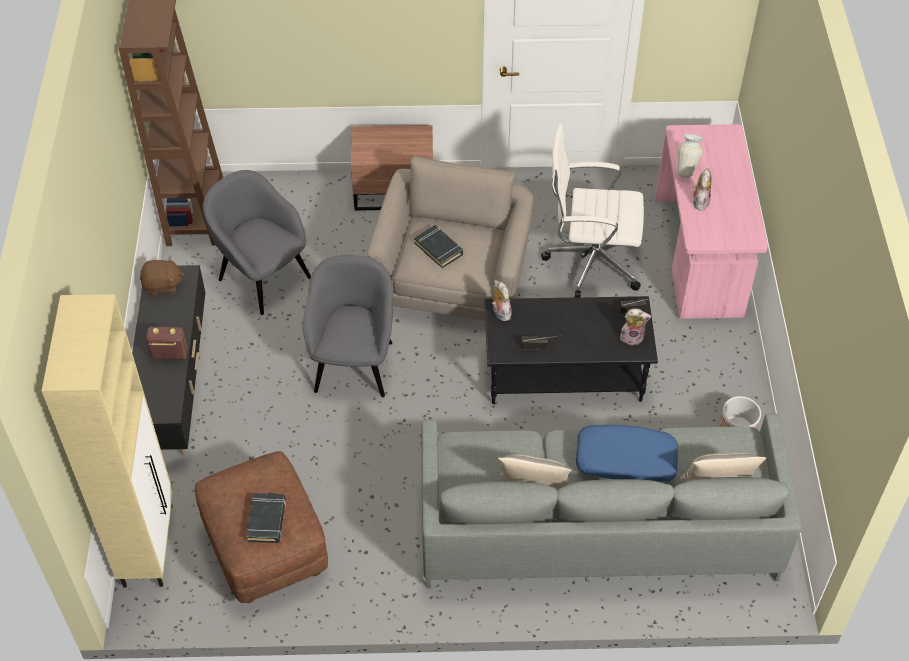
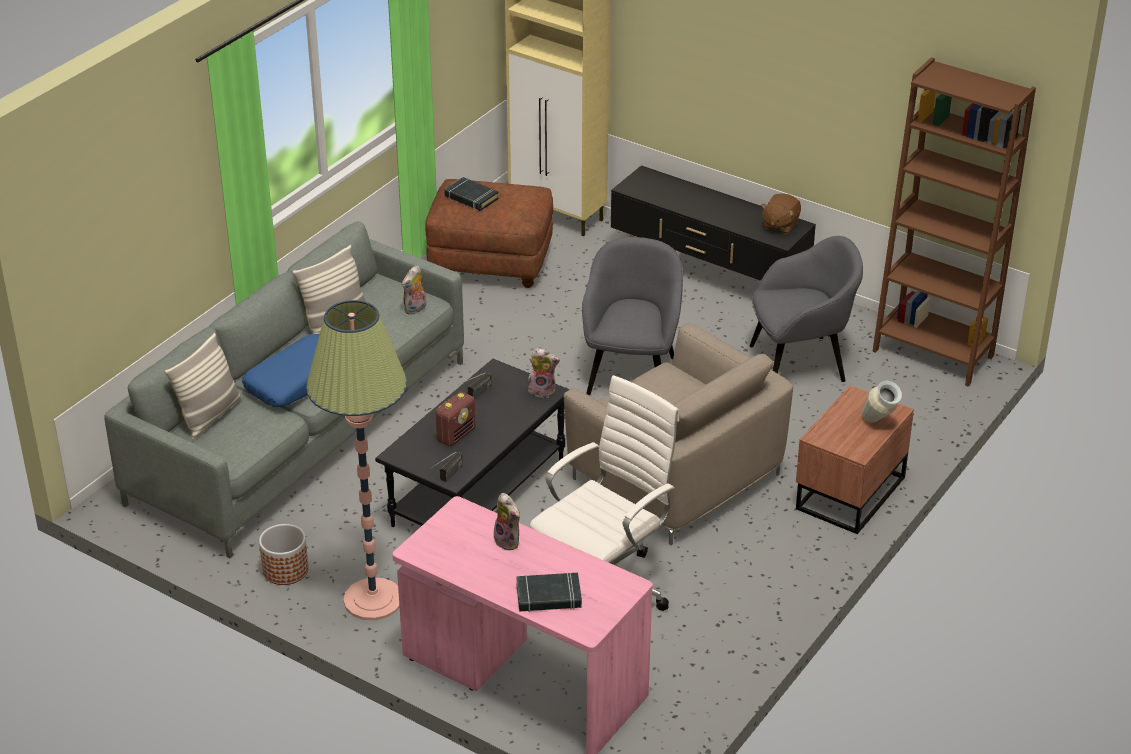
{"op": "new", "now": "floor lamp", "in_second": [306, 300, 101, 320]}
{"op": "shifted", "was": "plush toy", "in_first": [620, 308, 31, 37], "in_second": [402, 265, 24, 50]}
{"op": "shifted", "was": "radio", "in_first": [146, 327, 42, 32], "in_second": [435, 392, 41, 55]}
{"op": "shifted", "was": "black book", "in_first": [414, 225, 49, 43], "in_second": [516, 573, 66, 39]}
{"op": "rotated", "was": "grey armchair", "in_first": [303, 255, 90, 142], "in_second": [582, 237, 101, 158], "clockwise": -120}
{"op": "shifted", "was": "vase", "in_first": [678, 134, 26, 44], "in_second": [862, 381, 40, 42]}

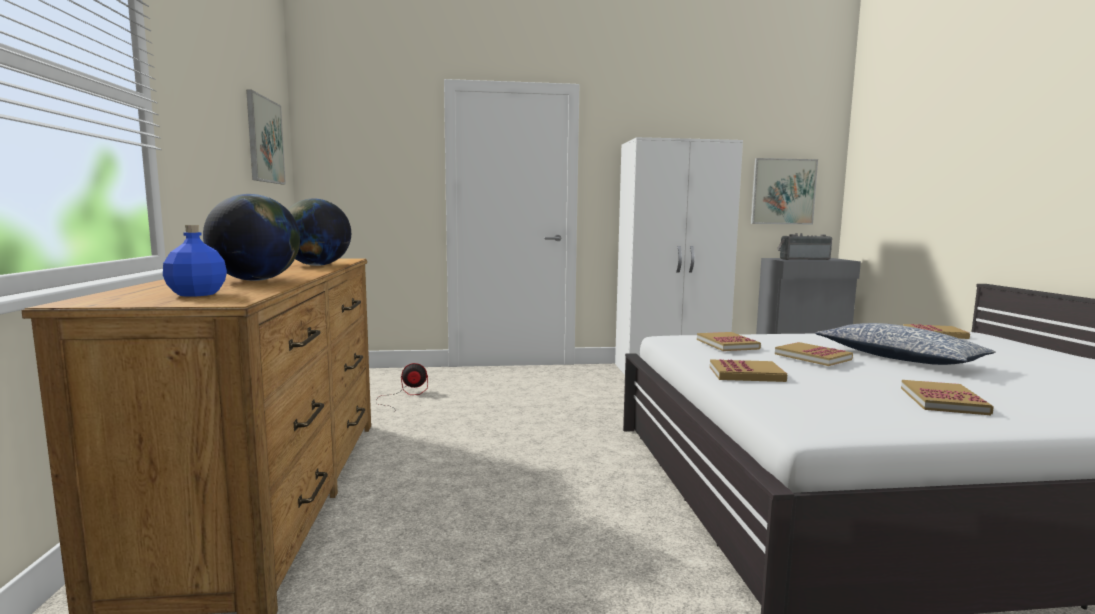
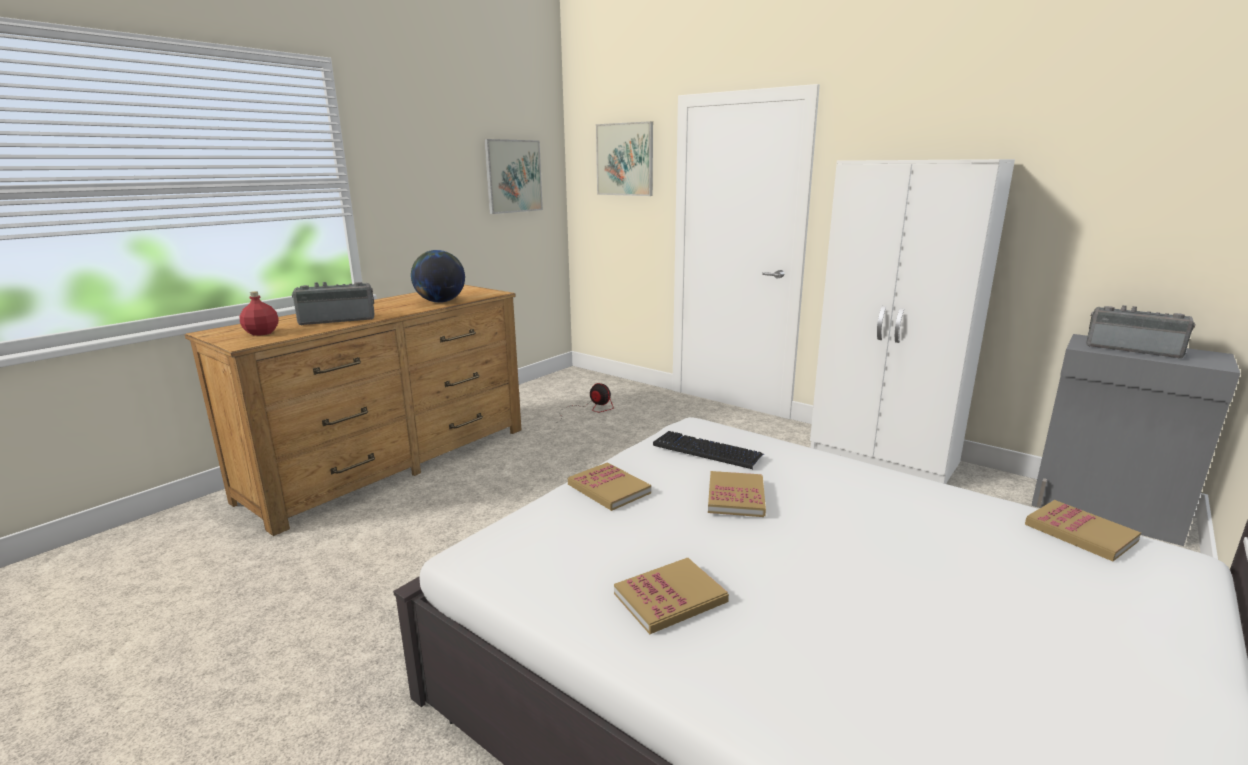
{"op": "repainted", "was": "blue bottle", "now": "red bottle", "in_first": [163, 225, 64, 72], "in_second": [239, 291, 40, 45]}
{"op": "swapped", "was": "globe", "now": "radio", "in_first": [203, 194, 97, 87], "in_second": [292, 282, 82, 43]}
{"op": "shifted", "was": "picture", "in_first": [751, 158, 67, 66], "in_second": [596, 121, 57, 75]}
{"op": "swapped", "was": "book", "now": "keyboard", "in_first": [697, 332, 64, 19], "in_second": [653, 431, 111, 38]}
{"op": "gone", "was": "pillow", "in_first": [815, 323, 180, 42]}

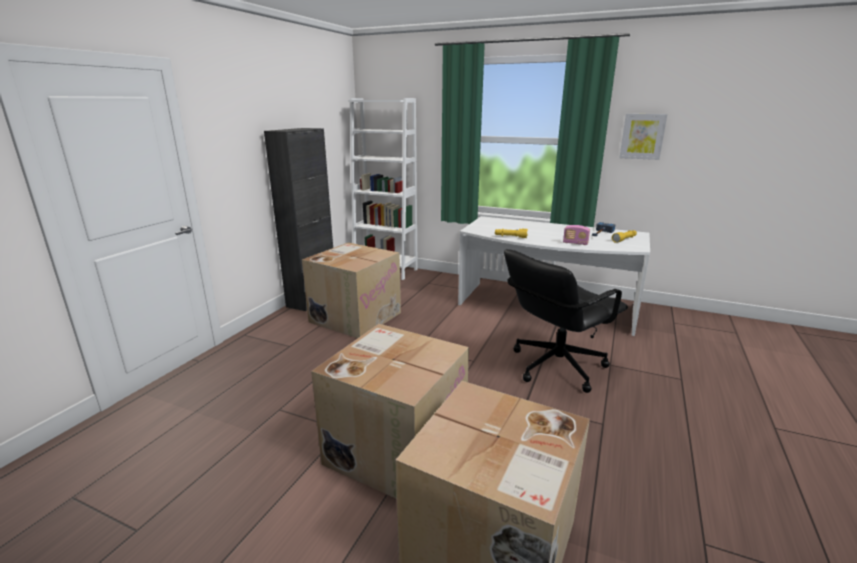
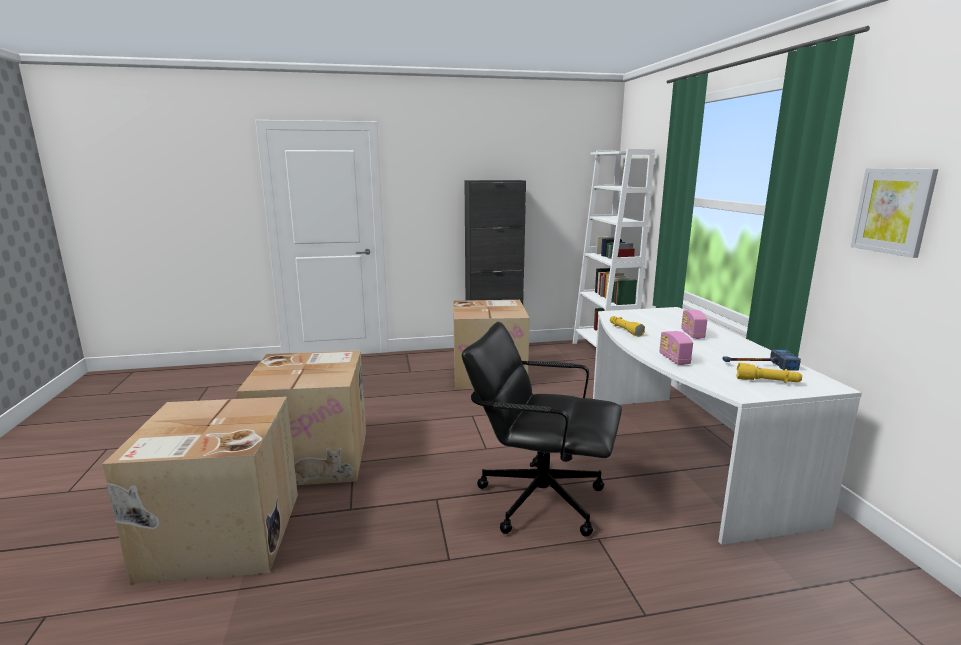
{"op": "new", "now": "radio", "in_second": [681, 310, 26, 29]}

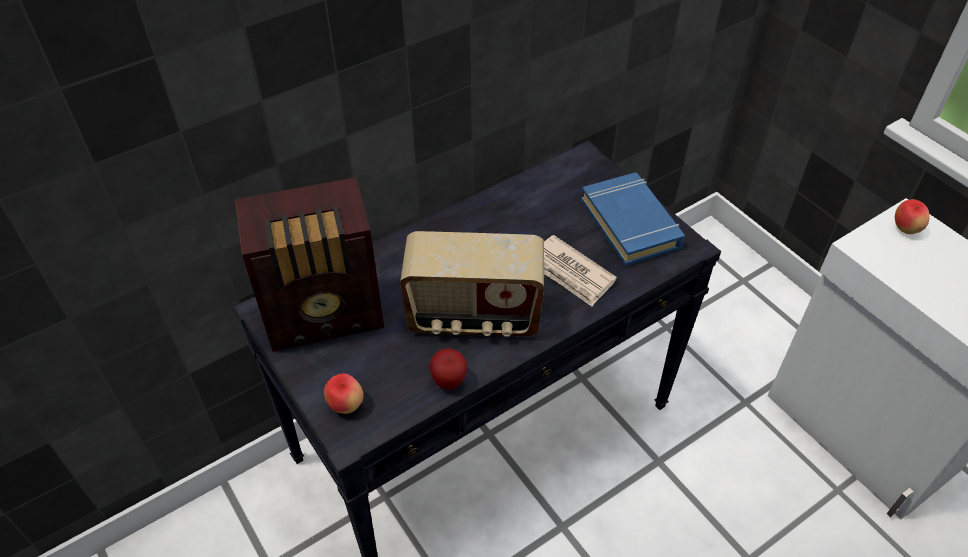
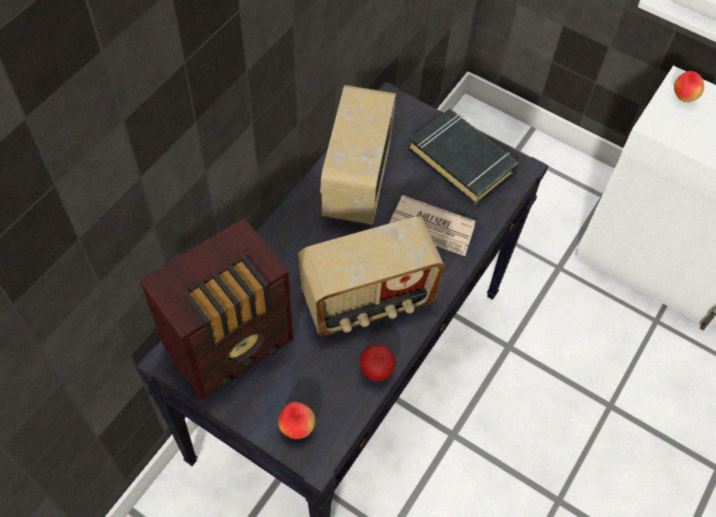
{"op": "new", "now": "radio", "in_second": [320, 85, 76, 140]}
{"op": "repainted", "was": "blue book", "now": "black book", "in_first": [581, 172, 104, 94], "in_second": [408, 109, 111, 97]}

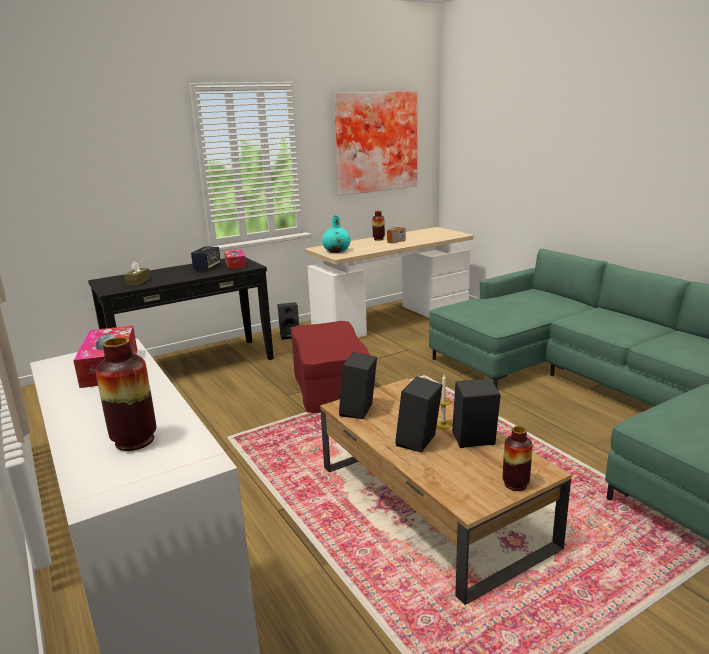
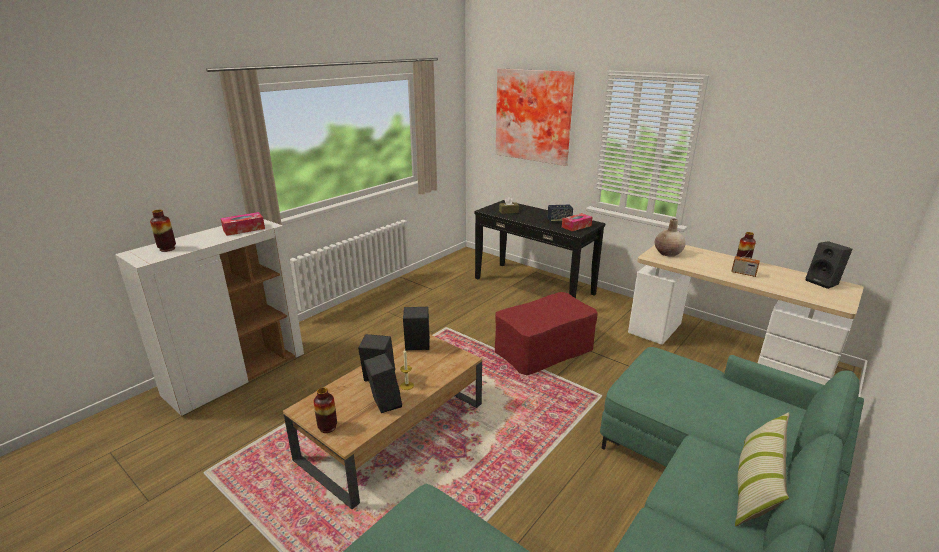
{"op": "shifted", "was": "picture", "in_first": [334, 91, 83, 105], "in_second": [496, 68, 79, 98]}
{"op": "repainted", "was": "turquoise vase", "now": "beige vase", "in_first": [322, 216, 29, 37], "in_second": [655, 219, 30, 38]}
{"op": "new", "now": "pillow", "in_second": [735, 413, 54, 113]}
{"op": "shifted", "was": "black speaker", "in_first": [277, 302, 22, 38], "in_second": [806, 241, 46, 48]}

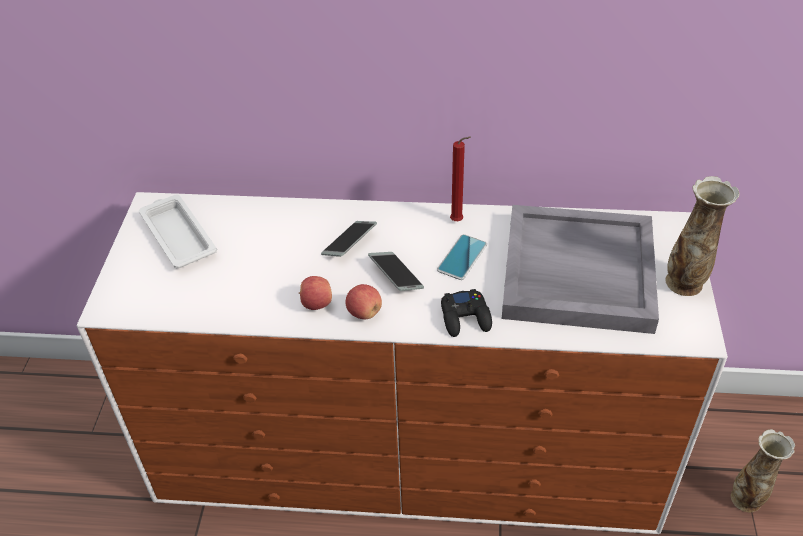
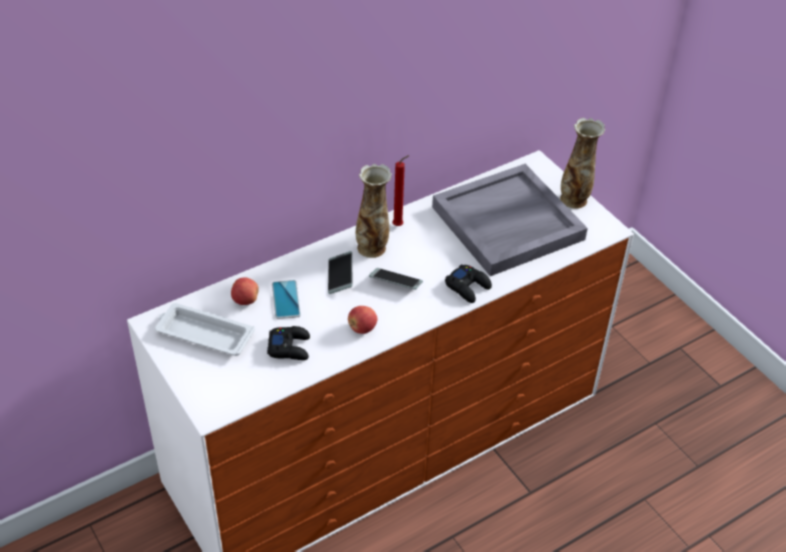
{"op": "shifted", "was": "apple", "in_first": [346, 284, 36, 35], "in_second": [231, 277, 28, 28]}
{"op": "new", "now": "black game controller", "in_second": [267, 326, 43, 34]}
{"op": "shifted", "was": "phone", "in_first": [437, 234, 50, 46], "in_second": [272, 280, 29, 39]}
{"op": "shifted", "was": "vase", "in_first": [731, 429, 64, 84], "in_second": [356, 164, 36, 94]}

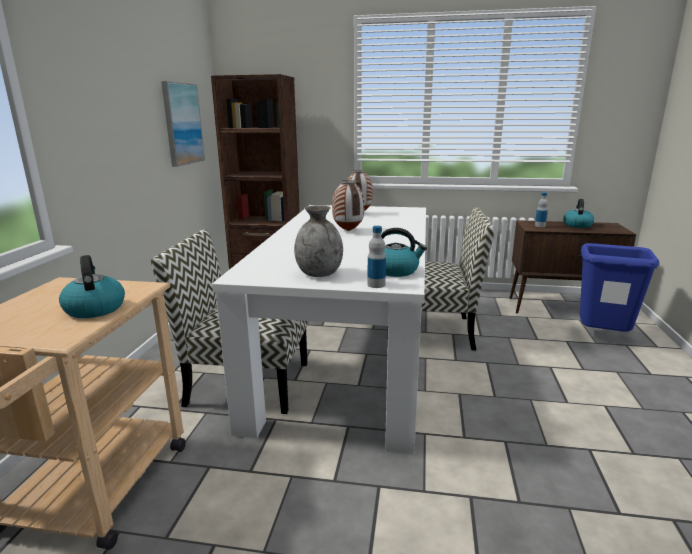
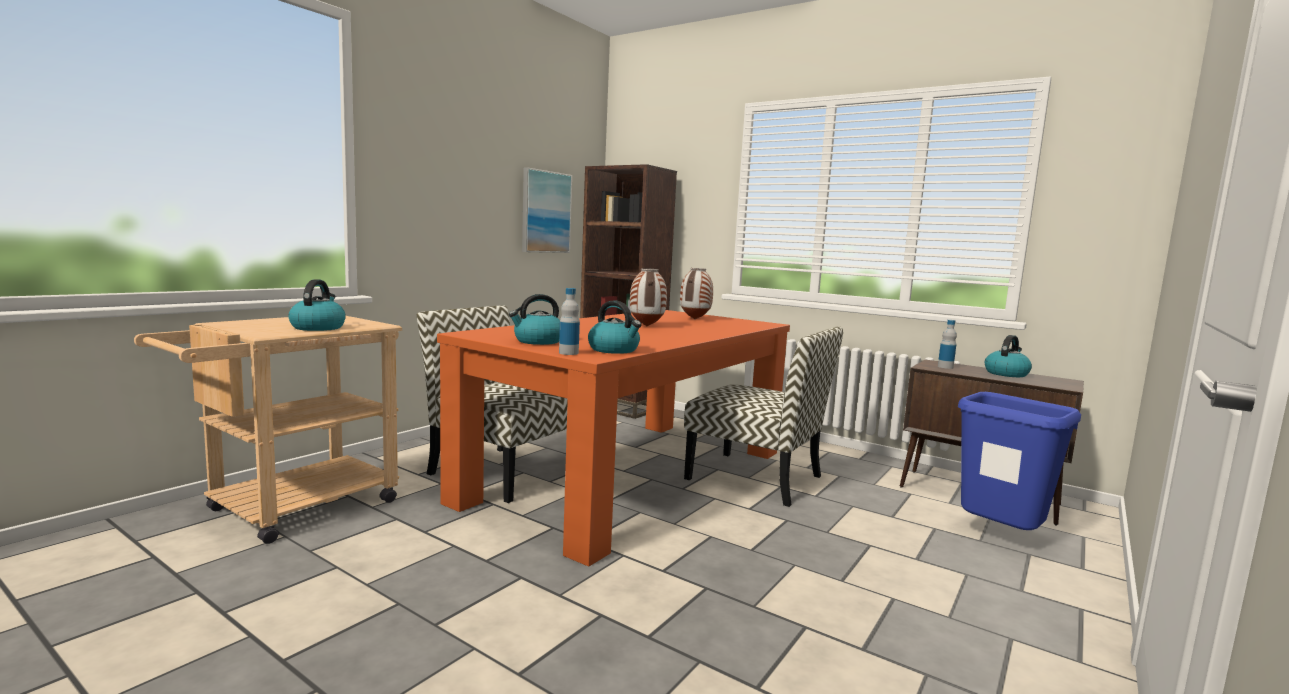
{"op": "repainted", "was": "white dining table", "now": "orange dining table", "in_first": [212, 205, 214, 250], "in_second": [437, 310, 353, 257]}
{"op": "swapped", "was": "grey vase", "now": "kettle", "in_first": [294, 205, 49, 72], "in_second": [509, 294, 51, 51]}

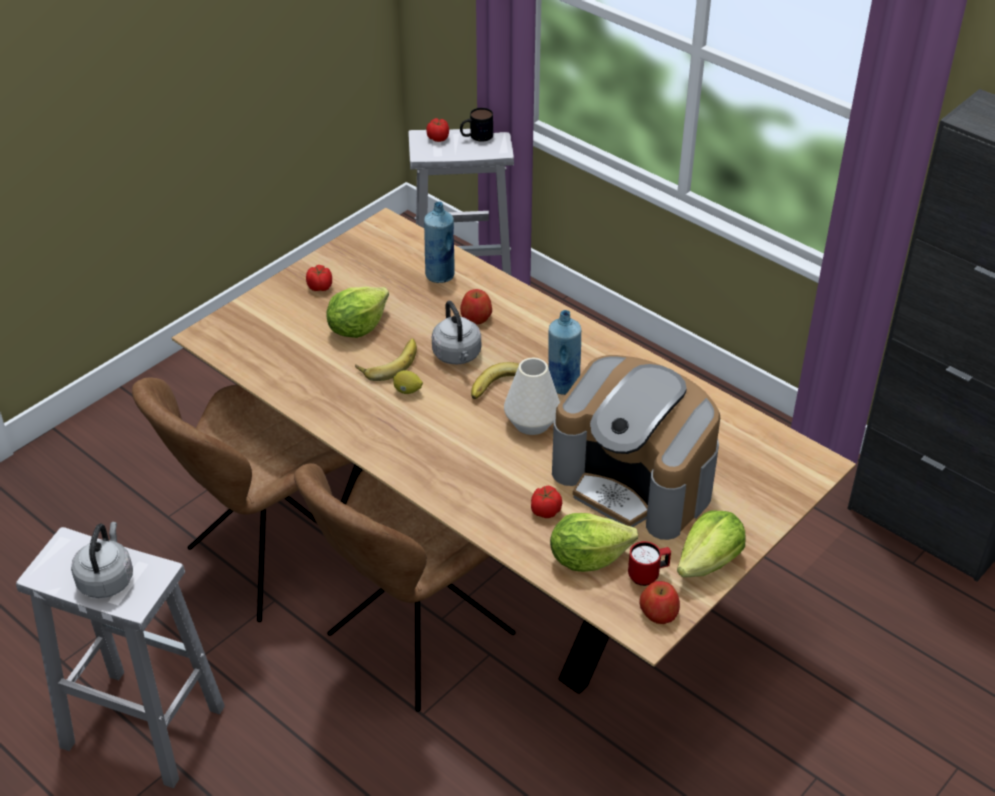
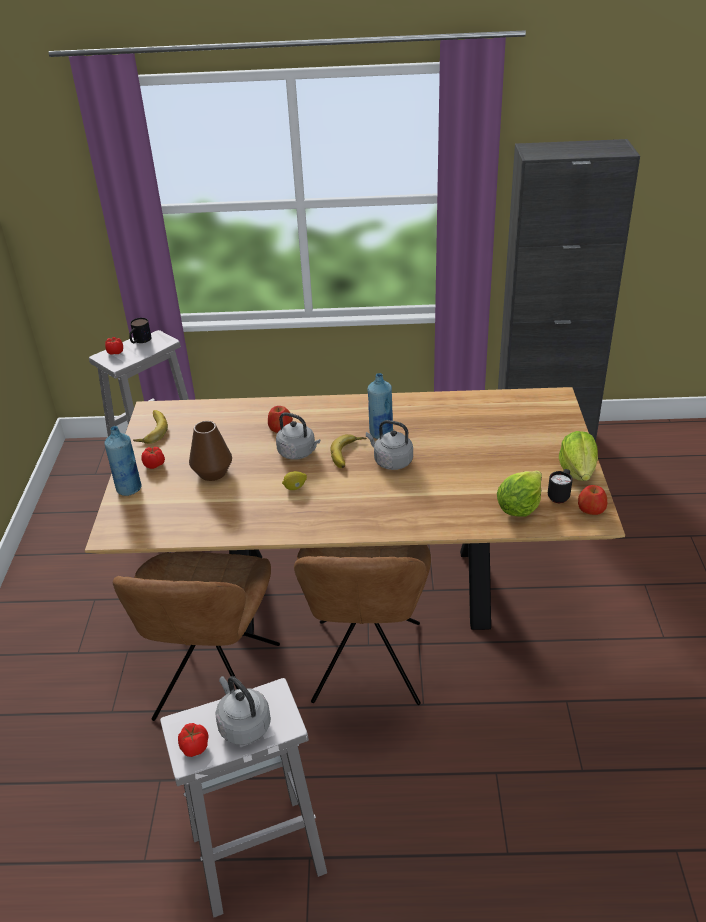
{"op": "shifted", "was": "blue bottle", "in_first": [424, 202, 31, 81], "in_second": [104, 426, 37, 70]}
{"op": "shifted", "was": "banana", "in_first": [355, 338, 62, 43], "in_second": [133, 410, 35, 34]}
{"op": "shifted", "was": "tomato", "in_first": [531, 486, 31, 32], "in_second": [178, 723, 31, 34]}
{"op": "swapped", "was": "lettuce", "now": "brown vase", "in_first": [326, 286, 63, 52], "in_second": [189, 421, 43, 60]}
{"op": "swapped", "was": "white vase", "now": "grey kettle", "in_first": [504, 358, 56, 77], "in_second": [366, 420, 47, 50]}
{"op": "repainted", "was": "red mug", "now": "black mug", "in_first": [628, 541, 43, 45], "in_second": [548, 469, 25, 34]}
{"op": "gone", "was": "coffee machine", "in_first": [552, 355, 168, 185]}

